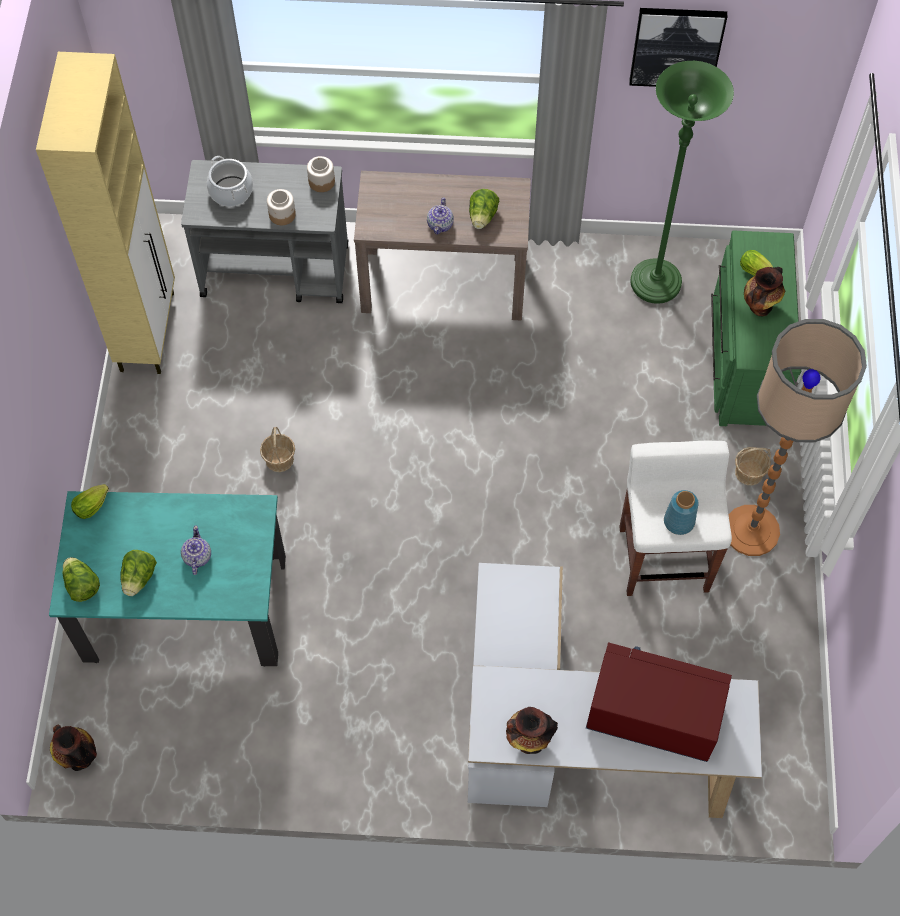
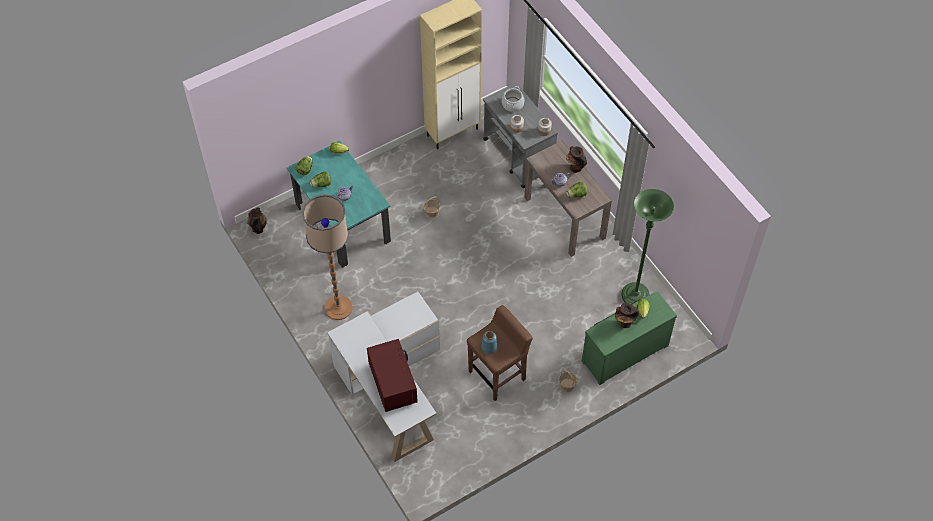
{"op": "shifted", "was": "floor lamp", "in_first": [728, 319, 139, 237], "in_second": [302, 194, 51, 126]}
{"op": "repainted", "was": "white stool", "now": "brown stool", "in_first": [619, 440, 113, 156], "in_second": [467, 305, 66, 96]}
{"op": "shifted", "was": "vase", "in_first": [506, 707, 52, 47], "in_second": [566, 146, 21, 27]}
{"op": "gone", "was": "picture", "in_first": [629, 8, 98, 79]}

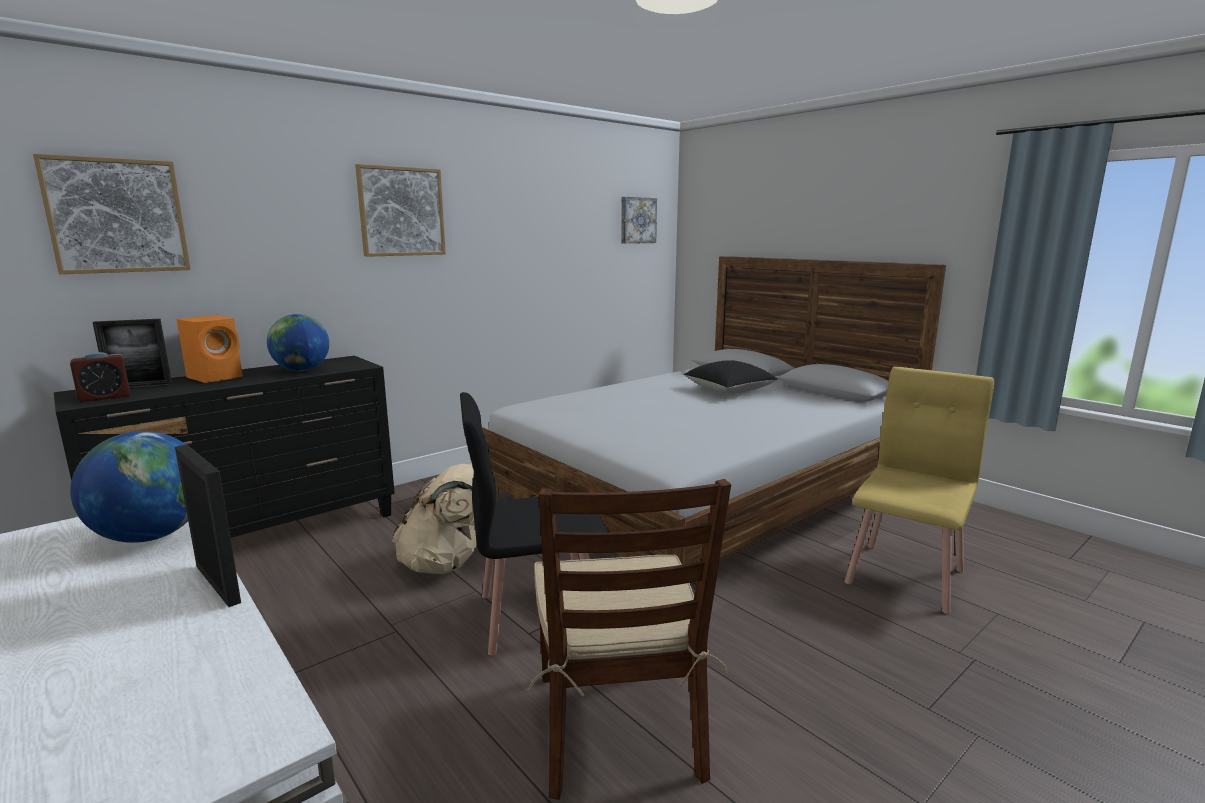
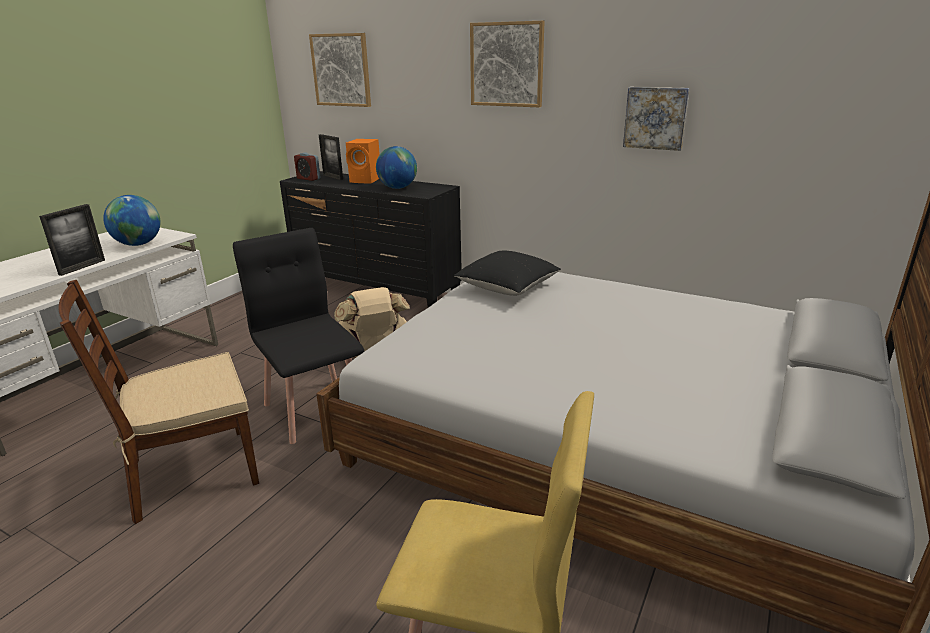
{"op": "shifted", "was": "black pillow", "in_first": [684, 360, 94, 34], "in_second": [454, 251, 107, 45]}
{"op": "shifted", "was": "picture", "in_first": [621, 197, 36, 47], "in_second": [623, 87, 67, 64]}

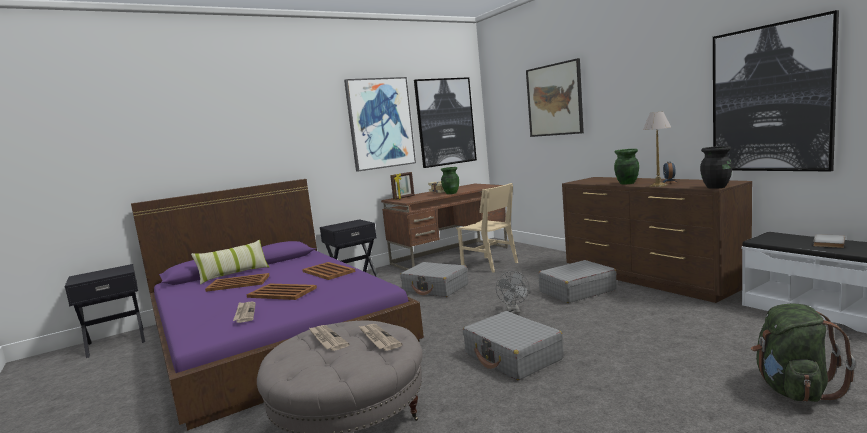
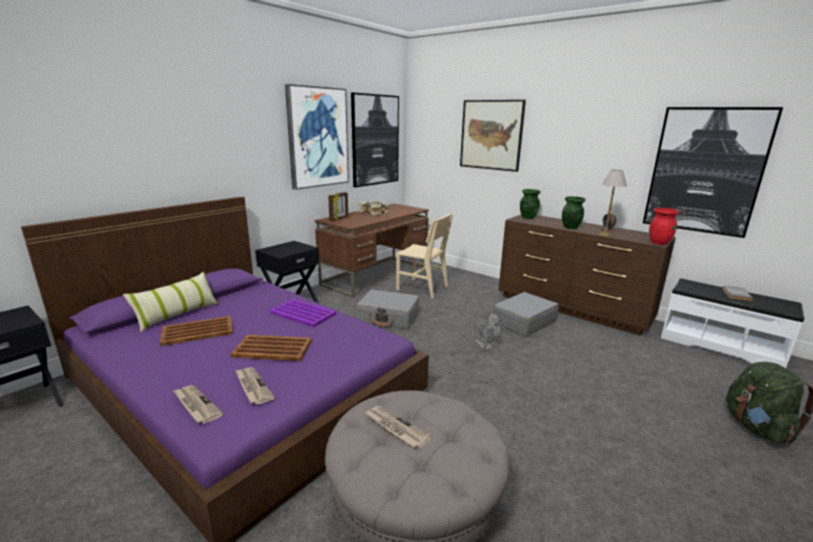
{"op": "shifted", "was": "newspaper", "in_first": [359, 324, 43, 27], "in_second": [173, 385, 51, 39]}
{"op": "repainted", "was": "brown tray", "now": "purple tray", "in_first": [302, 262, 53, 18], "in_second": [270, 299, 66, 28]}
{"op": "shifted", "was": "green vase", "in_first": [441, 167, 18, 27], "in_second": [520, 189, 21, 30]}
{"op": "repainted", "was": "black vase", "now": "red vase", "in_first": [700, 146, 32, 43], "in_second": [649, 208, 30, 37]}
{"op": "gone", "was": "grey suitcase", "in_first": [463, 311, 101, 69]}

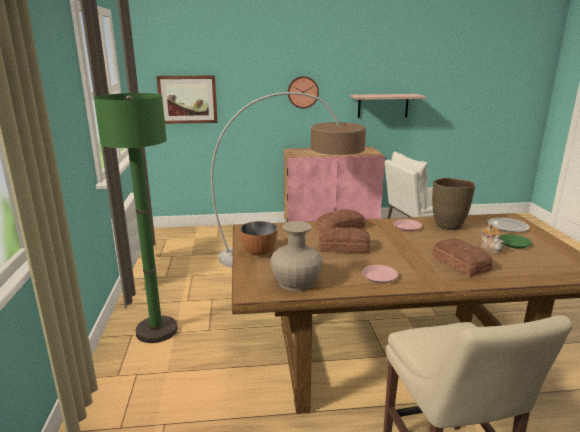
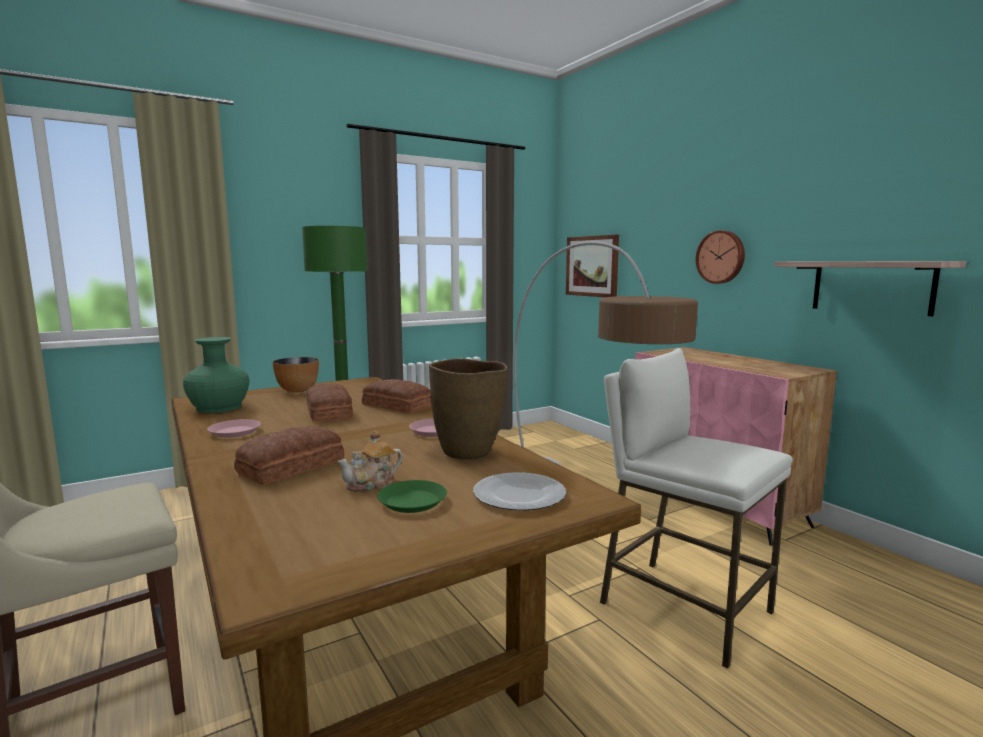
{"op": "repainted", "was": "beige vase", "now": "green vase", "in_first": [270, 221, 53, 70], "in_second": [183, 337, 66, 76]}

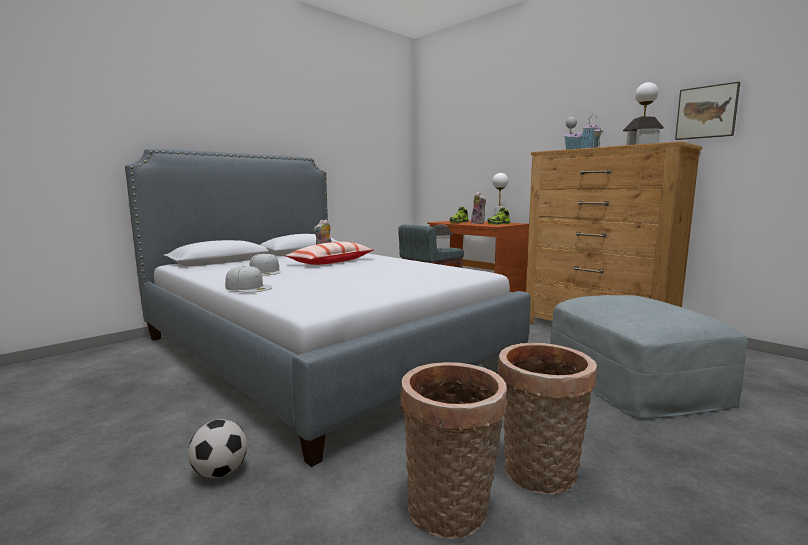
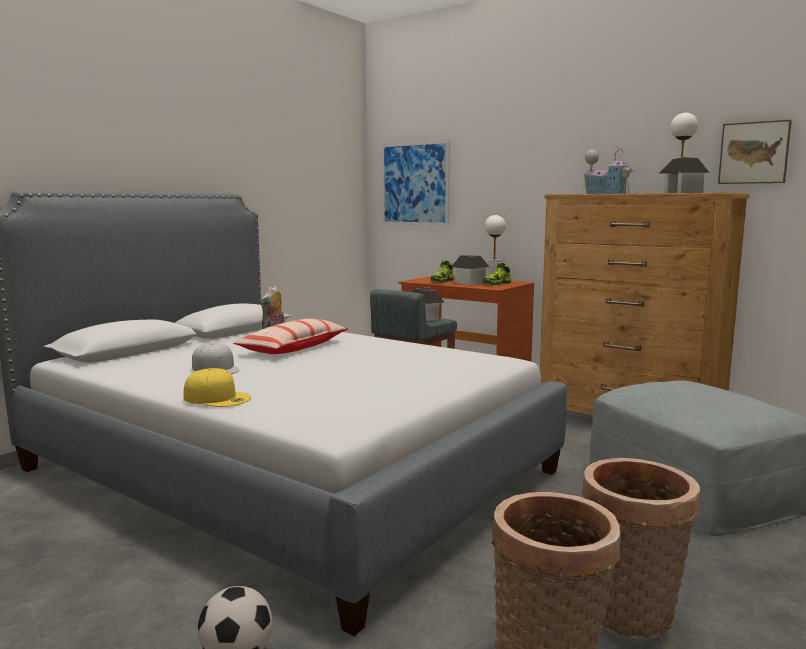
{"op": "repainted", "was": "white cap", "now": "yellow cap", "in_first": [225, 266, 48, 27], "in_second": [183, 368, 68, 39]}
{"op": "new", "now": "picture", "in_second": [382, 140, 68, 86]}
{"op": "swapped", "was": "plush toy", "now": "toy house", "in_first": [471, 192, 15, 32], "in_second": [451, 255, 38, 30]}

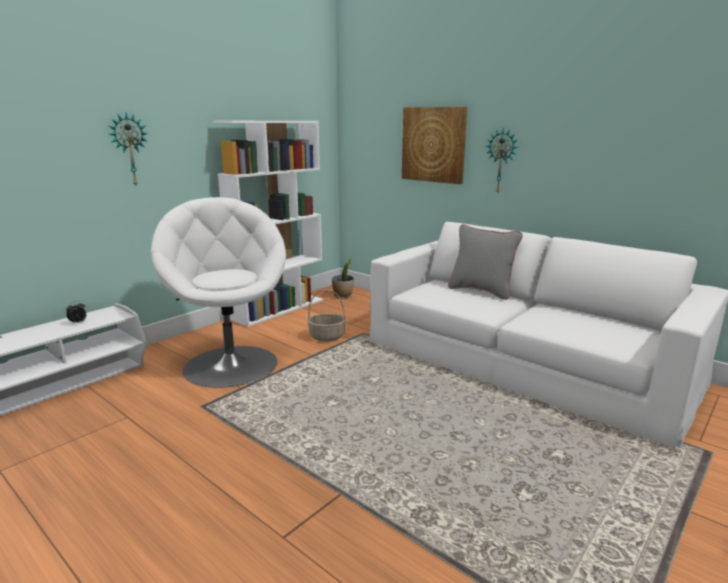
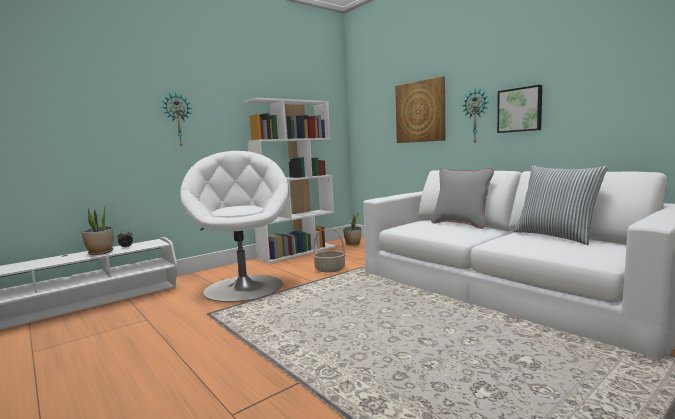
{"op": "new", "now": "potted plant", "in_second": [81, 203, 32, 52]}
{"op": "new", "now": "picture", "in_second": [497, 85, 45, 48]}
{"op": "new", "now": "pillow", "in_second": [514, 166, 94, 79]}

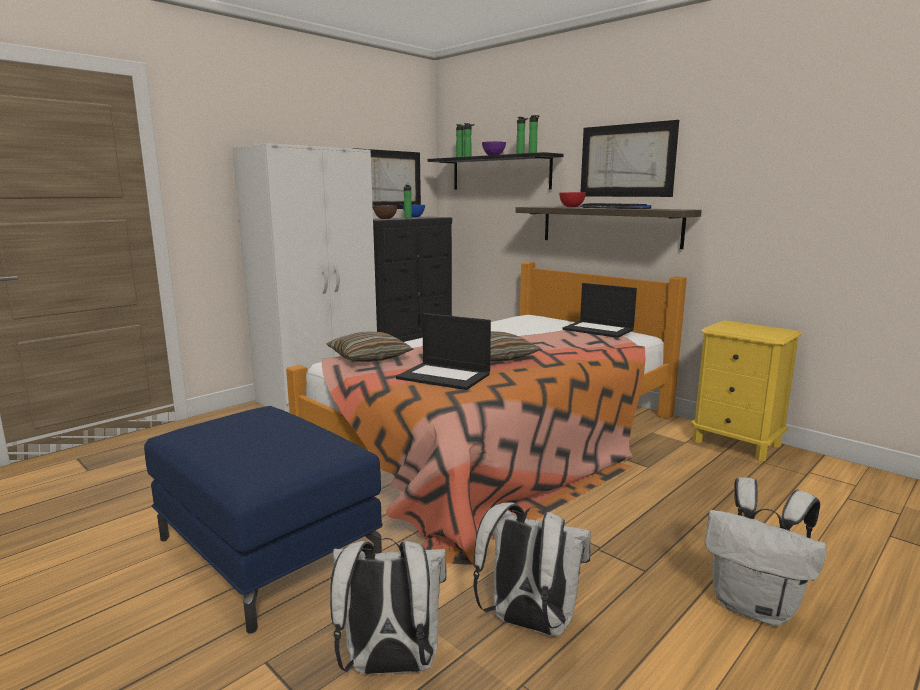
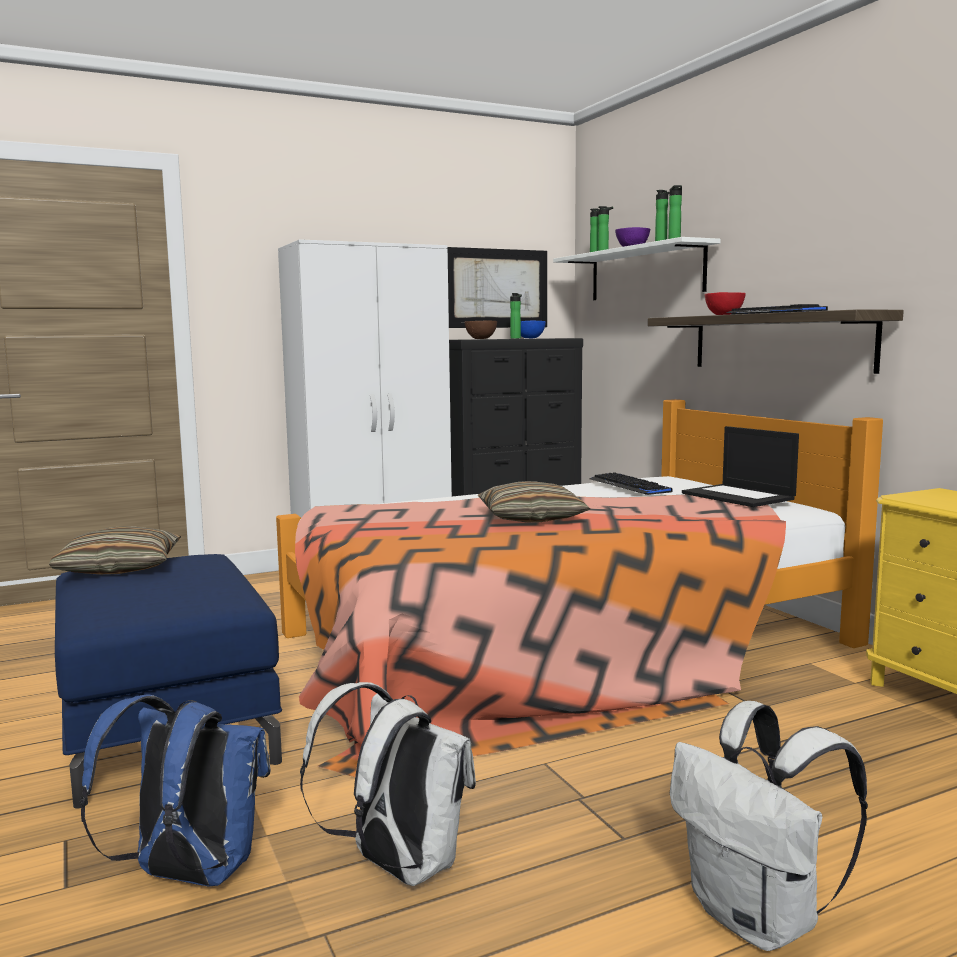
{"op": "shifted", "was": "pillow", "in_first": [327, 331, 87, 31], "in_second": [49, 526, 132, 49]}
{"op": "repainted", "was": "white backpack", "now": "blue backpack", "in_first": [330, 538, 117, 136], "in_second": [80, 694, 190, 193]}
{"op": "repainted", "was": "black shelf", "now": "white shelf", "in_first": [427, 152, 136, 38], "in_second": [553, 237, 168, 63]}
{"op": "new", "now": "keyboard", "in_second": [590, 472, 82, 23]}
{"op": "gone", "was": "laptop", "in_first": [396, 313, 95, 77]}
{"op": "gone", "was": "picture", "in_first": [581, 120, 98, 77]}

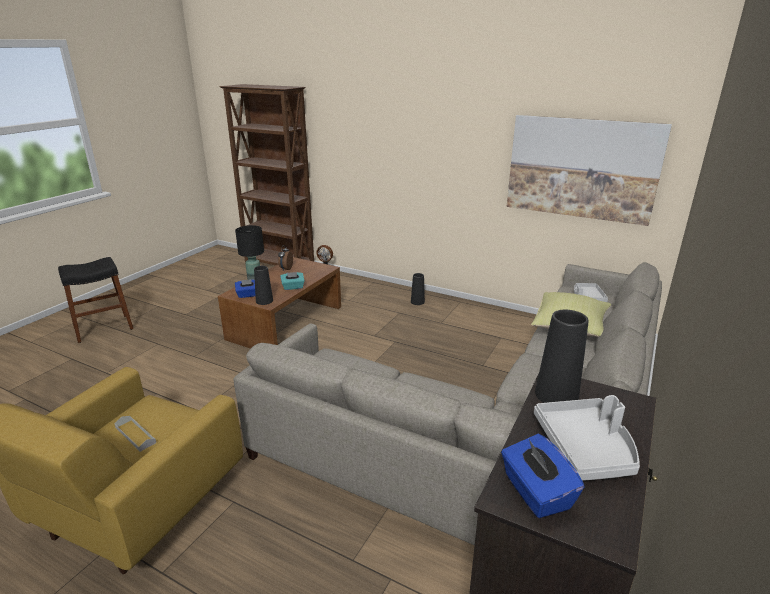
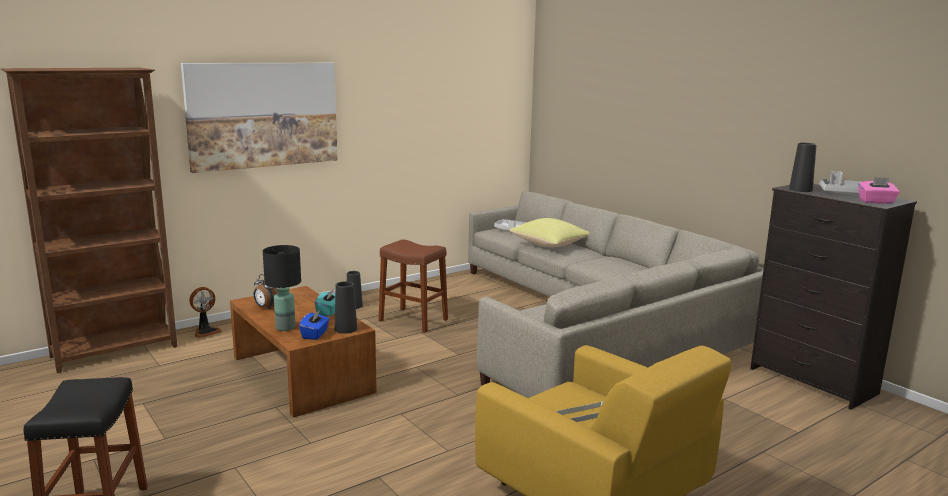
{"op": "shifted", "was": "picture", "in_first": [506, 115, 166, 111], "in_second": [181, 63, 157, 110]}
{"op": "new", "now": "brown stool", "in_second": [379, 239, 69, 94]}
{"op": "repainted", "was": "blue tissue box", "now": "pink tissue box", "in_first": [501, 434, 83, 84], "in_second": [858, 177, 42, 27]}

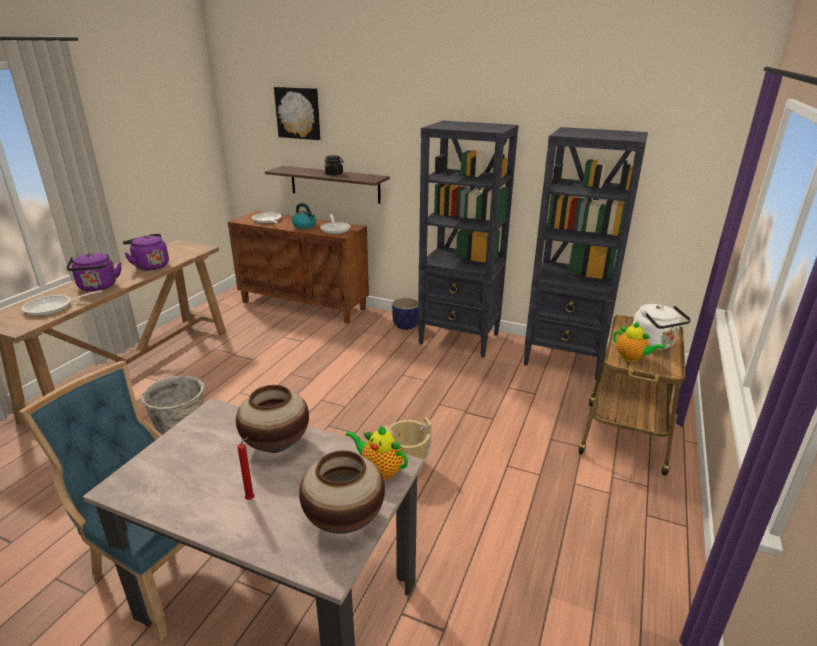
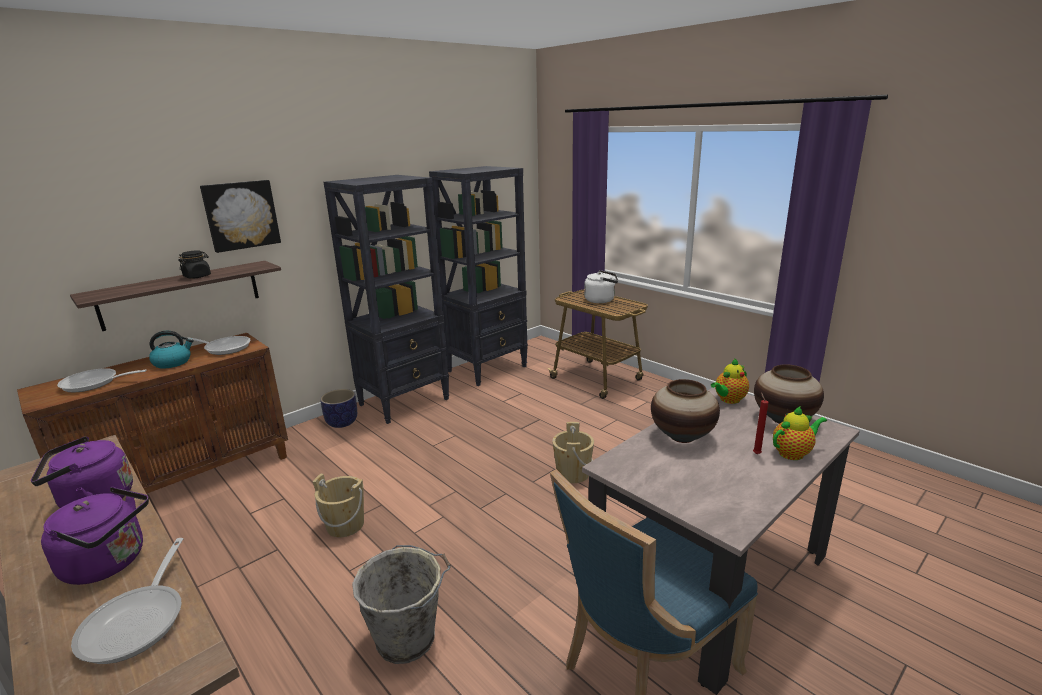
{"op": "shifted", "was": "picture", "in_first": [274, 87, 46, 53], "in_second": [200, 180, 81, 73]}
{"op": "new", "now": "beige bucket", "in_second": [313, 473, 51, 64]}
{"op": "shifted", "was": "teapot", "in_first": [613, 321, 52, 41], "in_second": [773, 406, 54, 54]}

